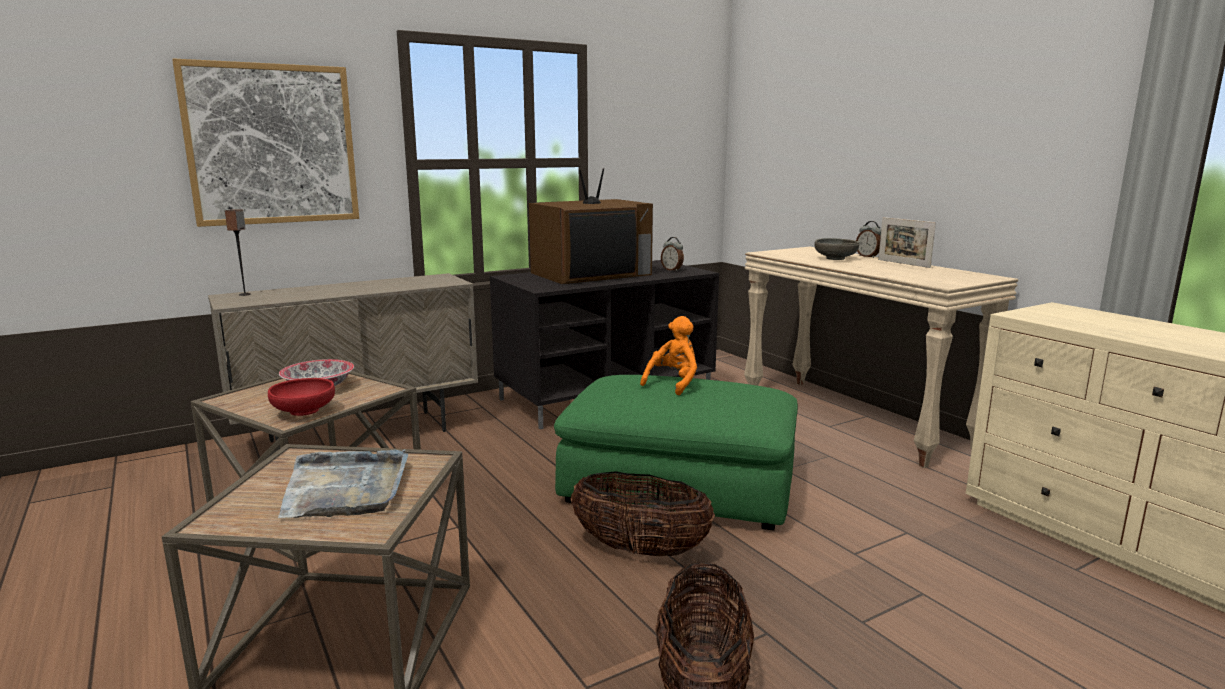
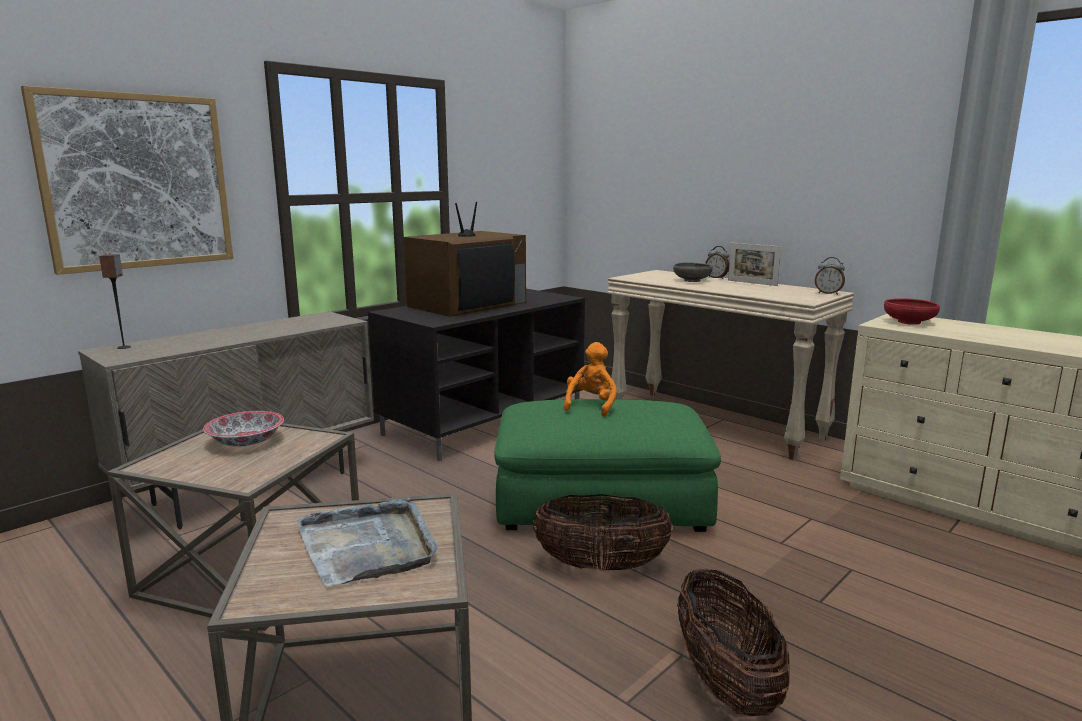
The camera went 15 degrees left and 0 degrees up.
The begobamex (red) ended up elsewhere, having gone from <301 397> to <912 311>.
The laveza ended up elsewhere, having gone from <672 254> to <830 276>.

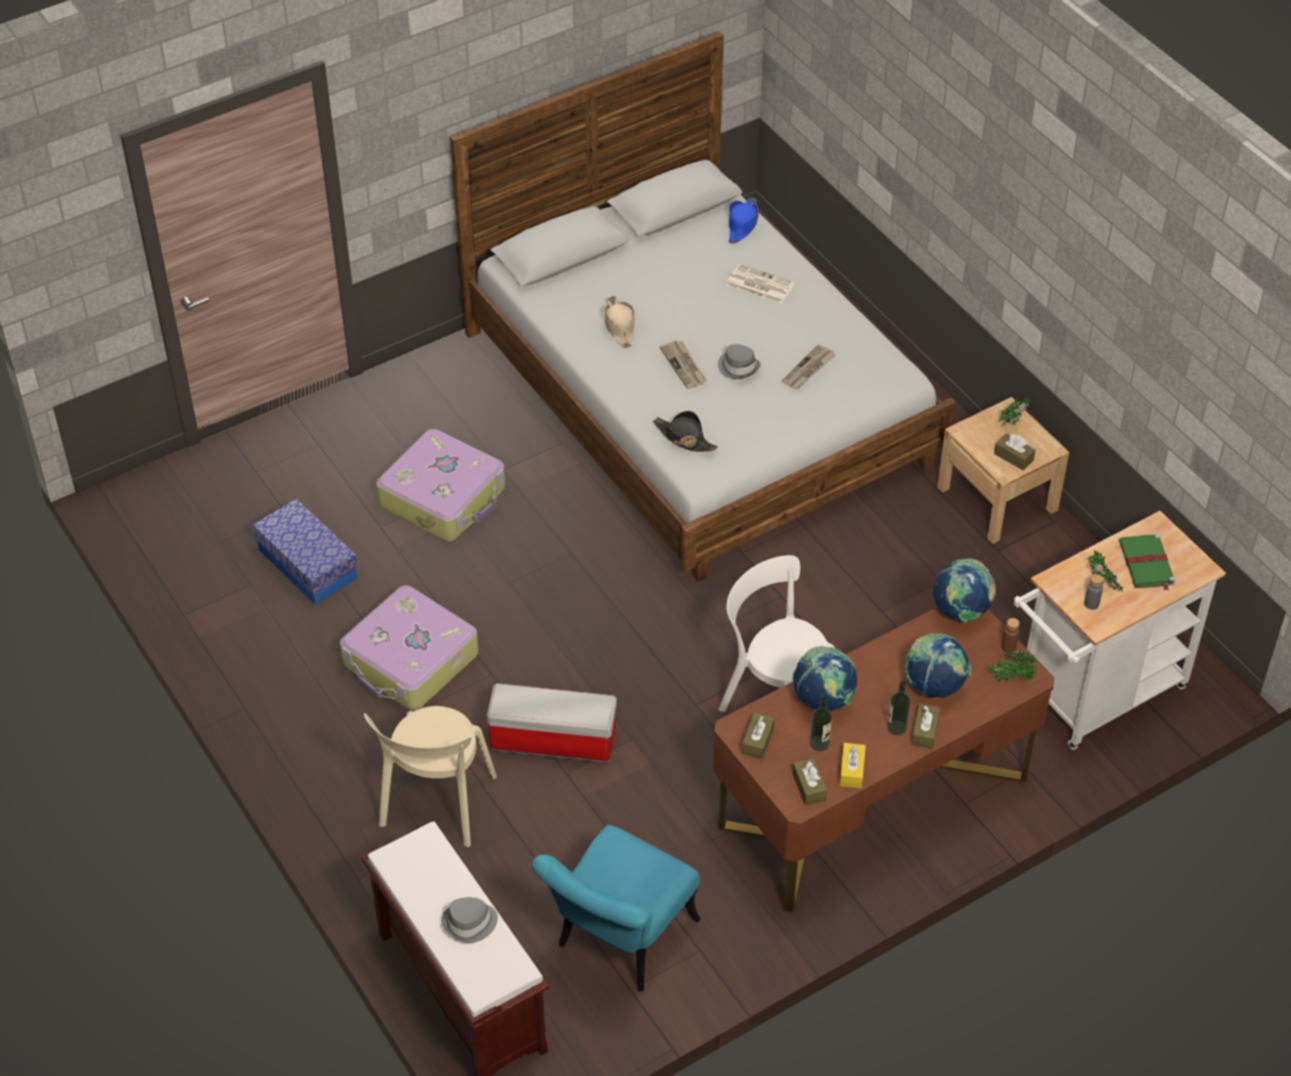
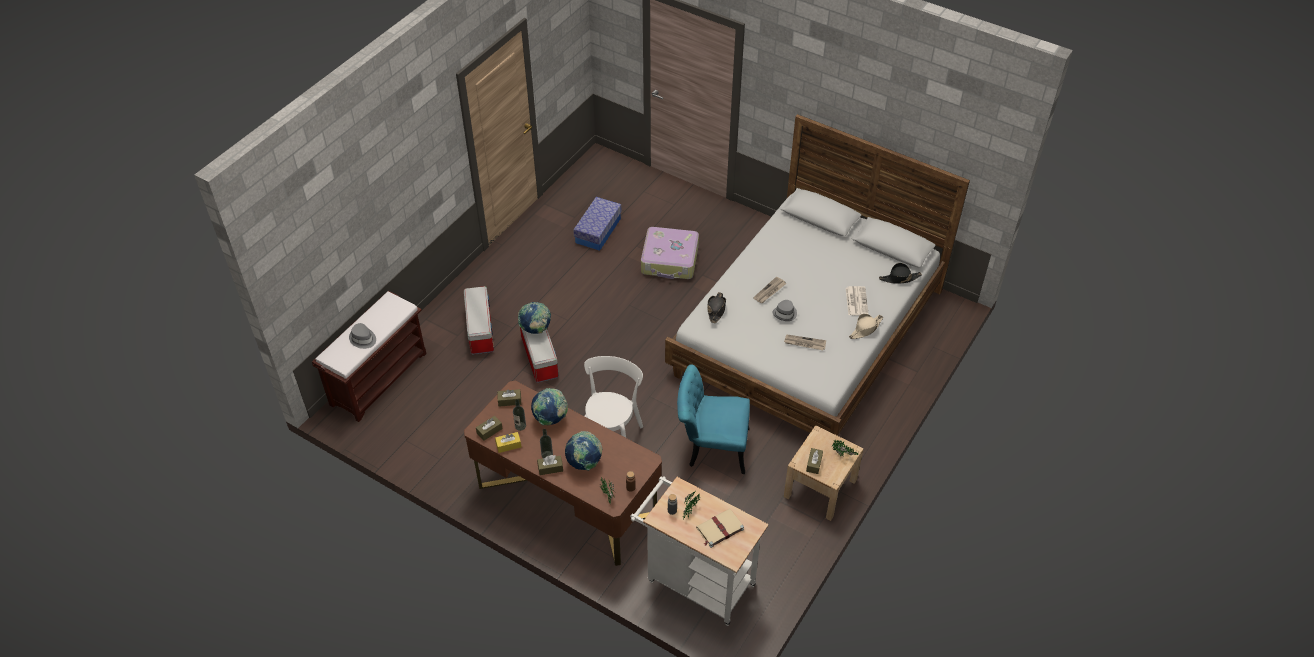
The camera went 65 degrees right and 0 degrees up.
The second view lost the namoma at <409 648>.
Where the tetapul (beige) stood at <430 776>, the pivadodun came to stand at <479 320>.
The tetapul (turquoise) ended up elsewhere, having gone from <616 908> to <713 419>.
The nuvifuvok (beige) ended up elsewhere, having gone from <620 322> to <866 326>.
What was the nuvifuvok (blue) at <743 220> turned into the nuvifuvok (black) at <900 273>.
The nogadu ended up elsewhere, having gone from <964 590> to <534 318>.
What was the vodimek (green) at <1147 562> turned into the vodimek (beige) at <720 528>.

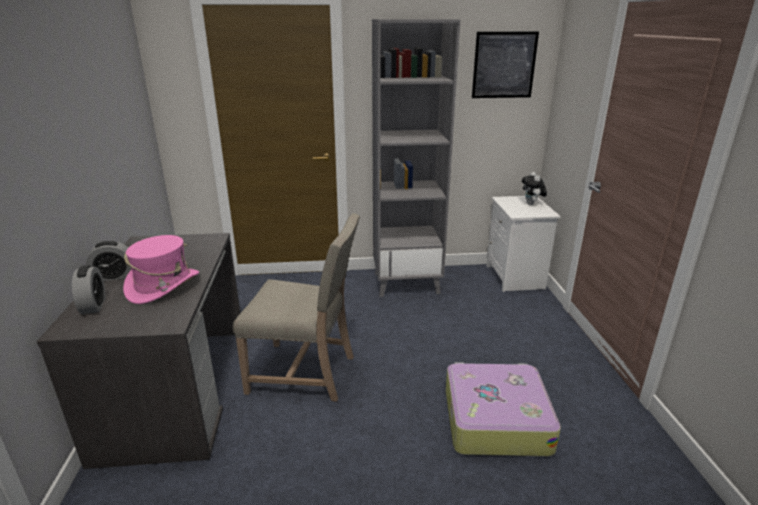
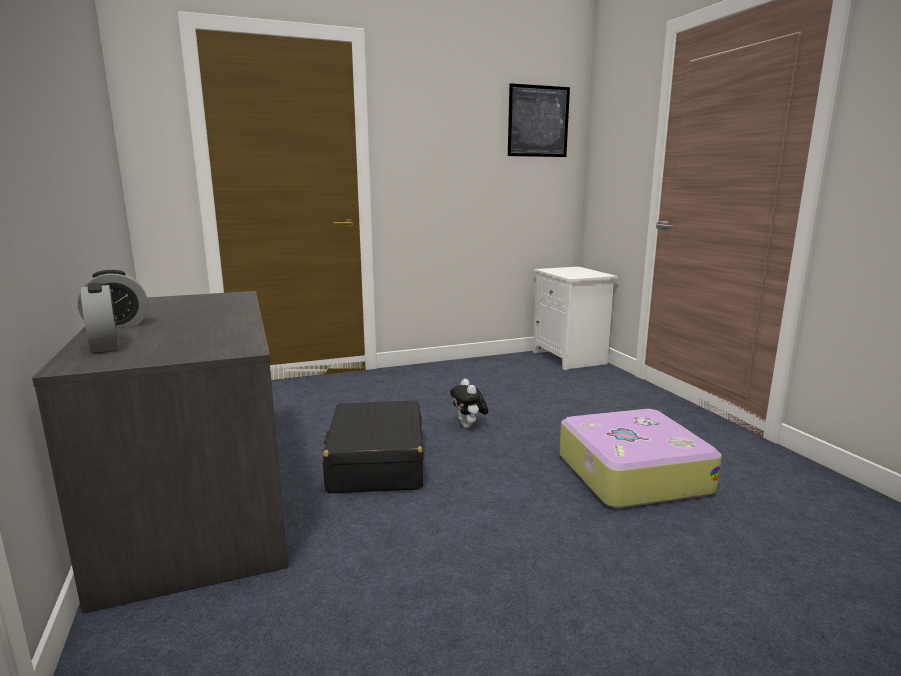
The camera went 15 degrees left and 10 degrees down.
The second view lost the nuvifuvok (pink) at <161 269>.
Where the tetapul (beige) stood at <296 307>, the namoma (black) came to stand at <373 447>.
The second view lost the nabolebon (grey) at <416 158>.
The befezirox ended up elsewhere, having gone from <534 188> to <469 403>.

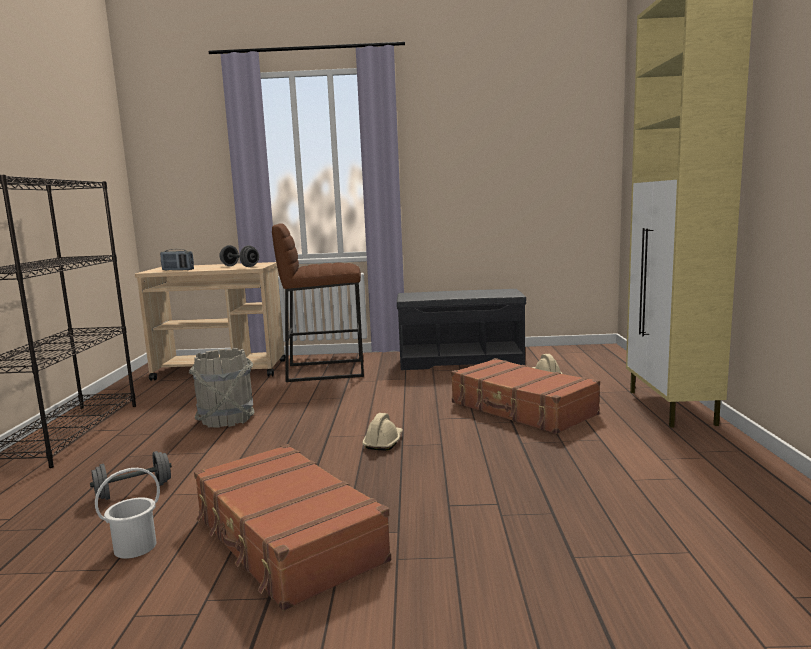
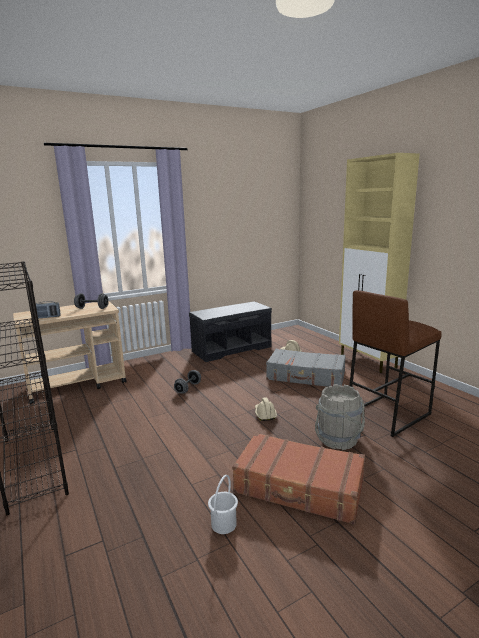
The camera went 30 degrees left and 5 degrees up.
The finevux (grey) ended up elsewhere, having gone from <131 475> to <187 382>.
The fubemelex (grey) ended up elsewhere, having gone from <221 388> to <340 417>.
The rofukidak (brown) ended up elsewhere, having gone from <318 302> to <395 363>.
What was the namoma (brown) at <525 396> turned into the namoma (grey) at <306 368>.

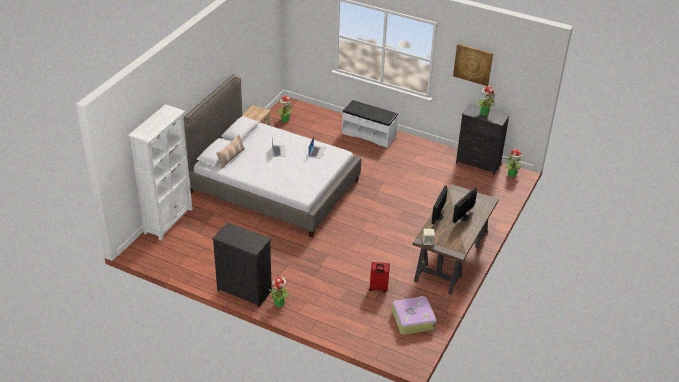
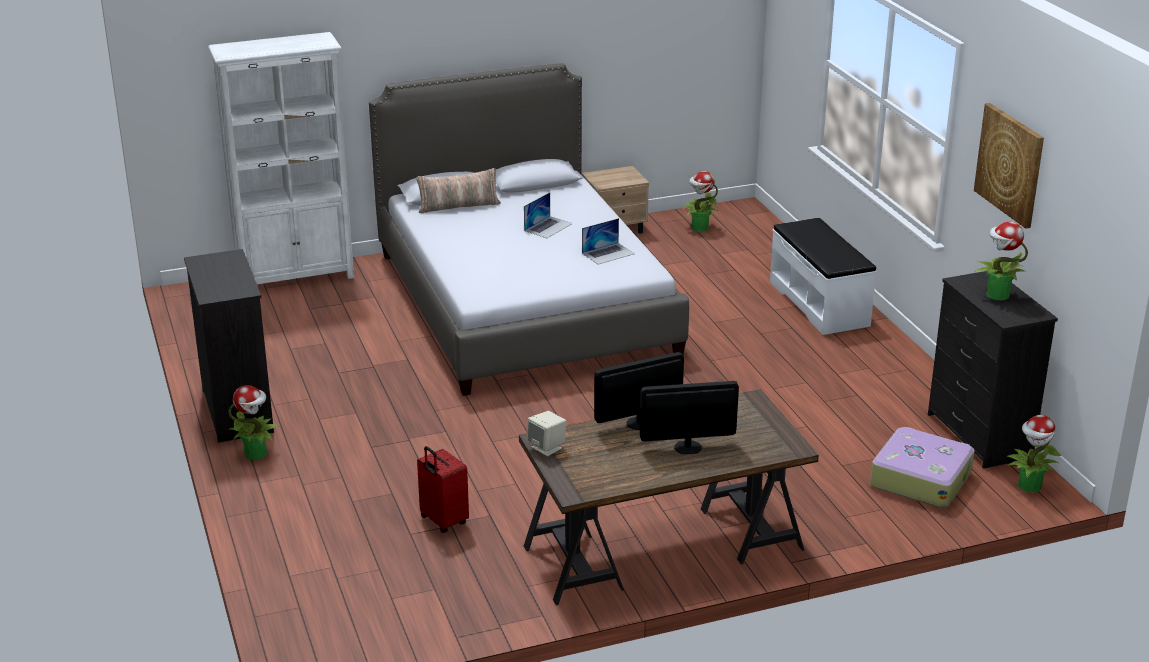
The camera went 45 degrees right and 10 degrees down.
The namoma ended up elsewhere, having gone from <414 315> to <922 467>.

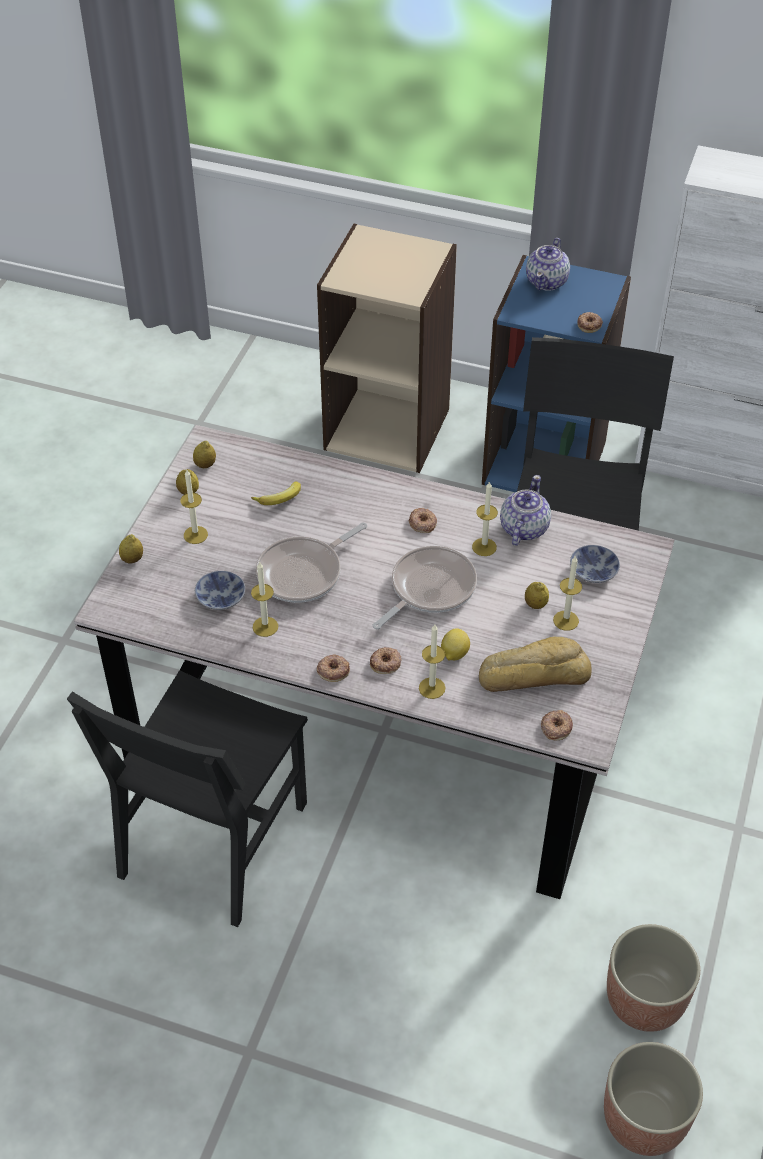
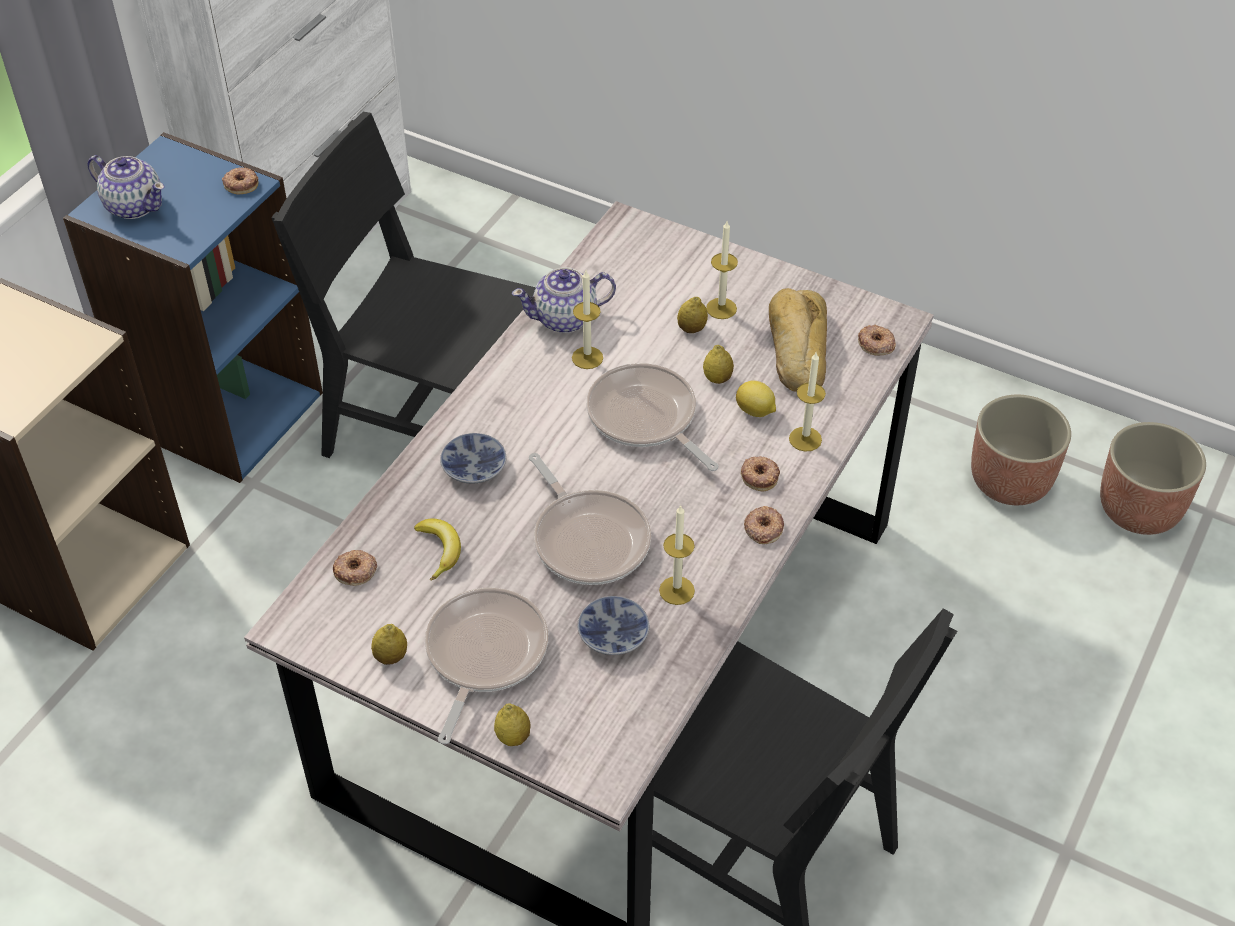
The camera went 80 degrees left and 0 degrees up.
Where the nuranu stood at <194 507>, the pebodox came to stand at <486 666>.
The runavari ended up elsewhere, having gone from <204 454> to <718 364>.
The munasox ended up elsewhere, having gone from <423 520> to <355 568>.
The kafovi at <525 510> ended up facing another way, 45 degrees counterclockwise from before.
The begobamex ended up elsewhere, having gone from <595 564> to <473 458>.

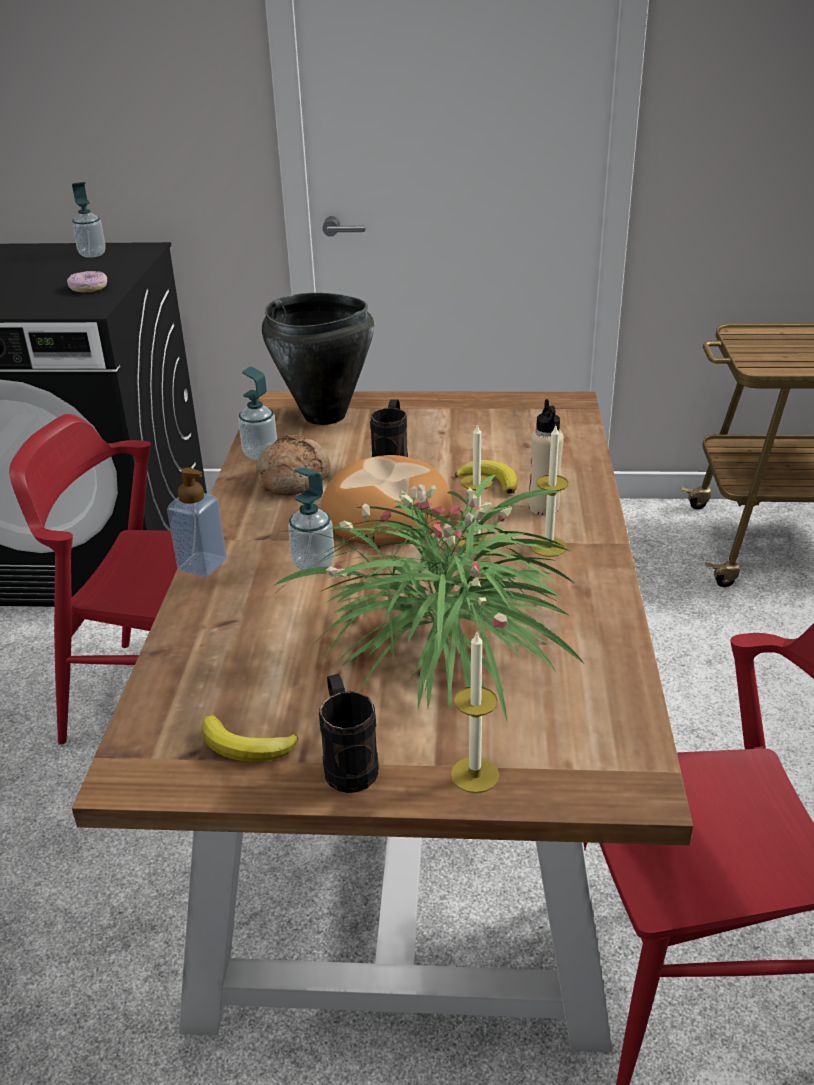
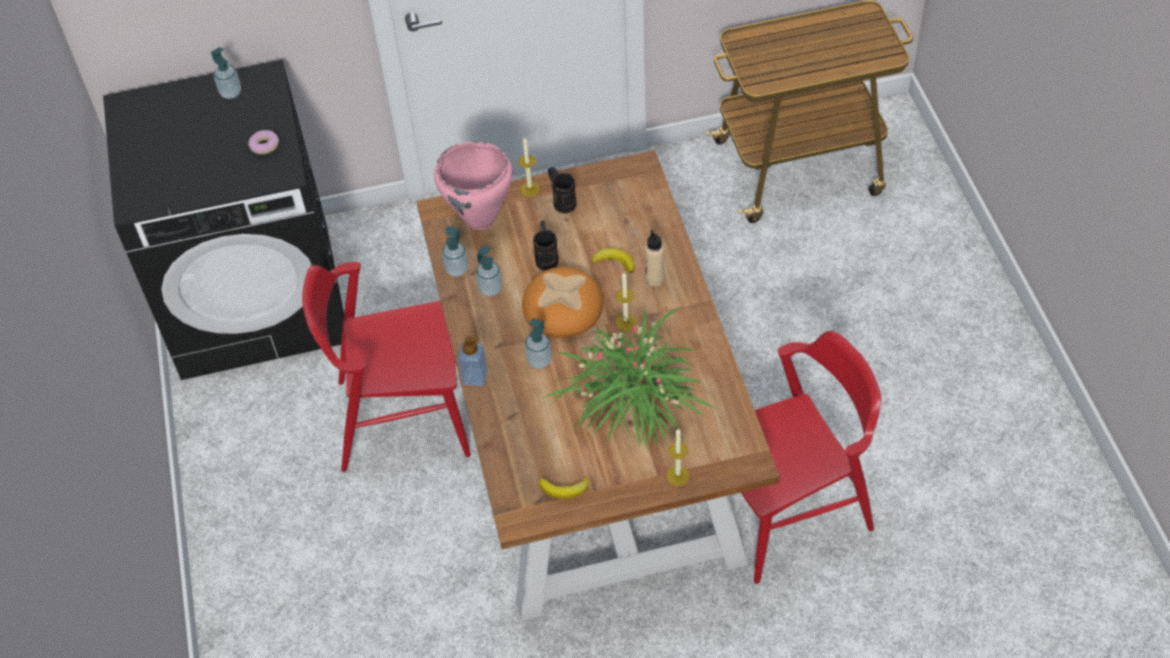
The camera went 15 degrees left and 20 degrees up.
Where the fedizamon stood at <293 465>, the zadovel came to stand at <489 271>.
What was the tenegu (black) at <318 359> turned into the tenegu (pink) at <473 185>.
The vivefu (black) ended up elsewhere, having gone from <349 733> to <562 190>.
The nuranu ended up elsewhere, having gone from <549 490> to <529 167>.

